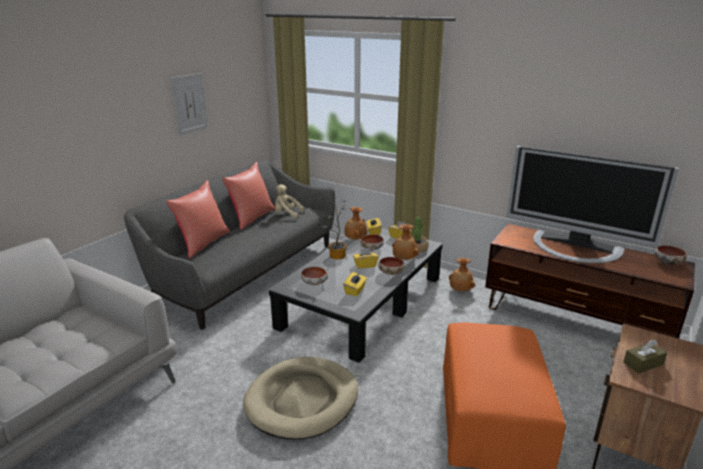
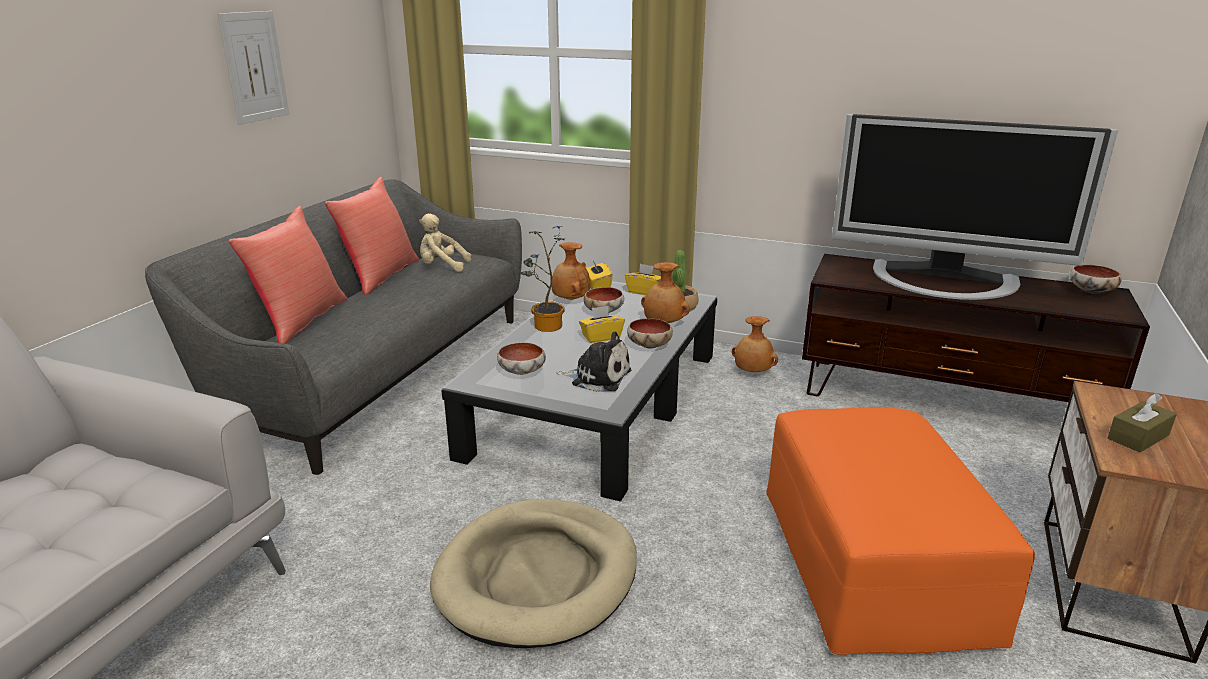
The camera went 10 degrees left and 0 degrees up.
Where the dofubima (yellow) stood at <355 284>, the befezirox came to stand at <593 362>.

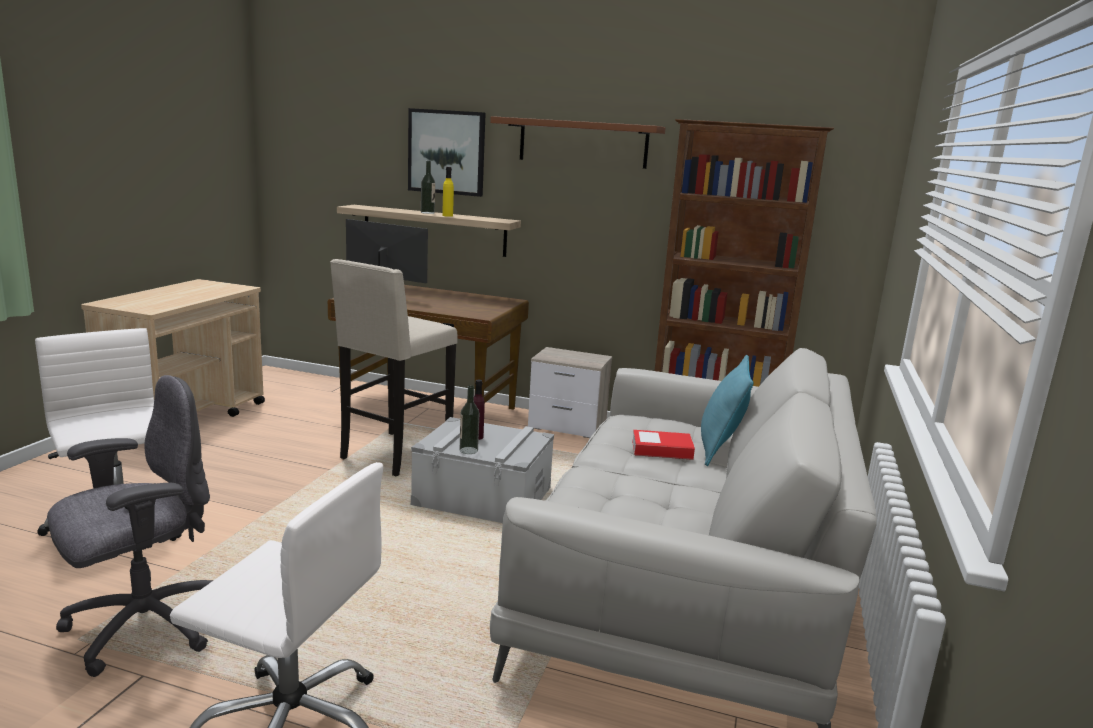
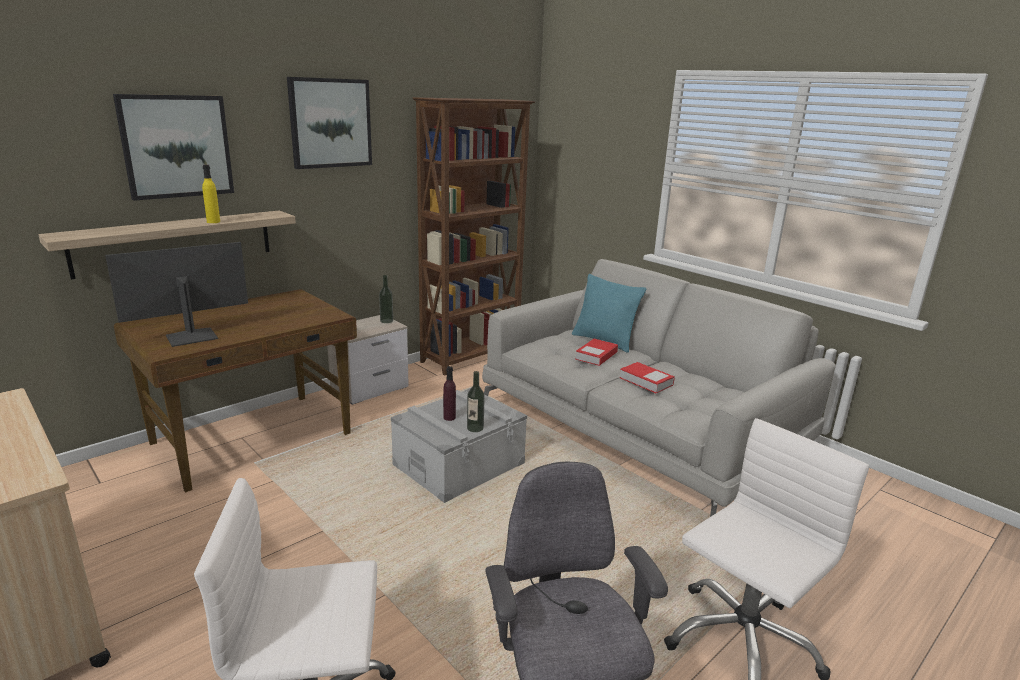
The camera went 60 degrees left and 5 degrees up.
The second view lost the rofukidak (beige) at <393 368>.
The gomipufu ended up elsewhere, having gone from <428 187> to <386 299>.
Where the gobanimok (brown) hung at <578 142>, the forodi came to hang at <329 123>.
The second view gained the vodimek at <647 377>.

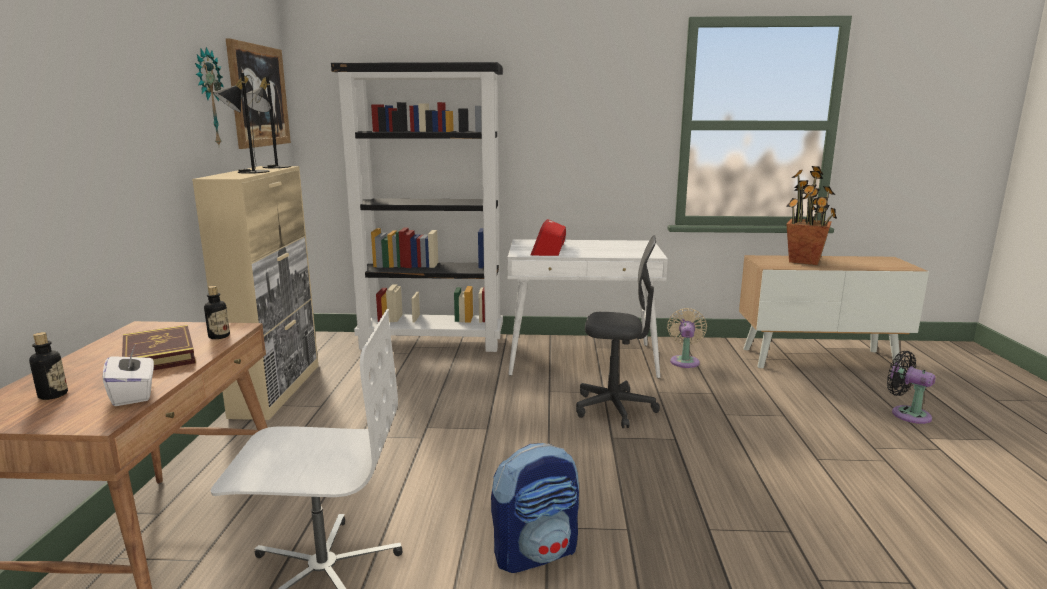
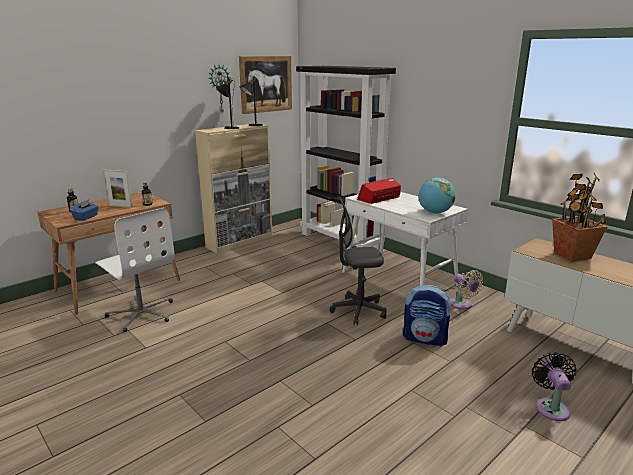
The camera went 45 degrees right and 5 degrees up.
What was the dofubima (white) at <128 376> turned into the dofubima (blue) at <84 210>.
Where the vodimek stood at <159 348>, the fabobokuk came to stand at <117 189>.
The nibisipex ended up elsewhere, having gone from <535 508> to <428 315>.
The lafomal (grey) at <618 331> ended up facing another way, 120 degrees clockwise from before.
The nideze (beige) at <687 338> ended up facing another way, 90 degrees clockwise from before.
The second view gained the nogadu at <436 196>.

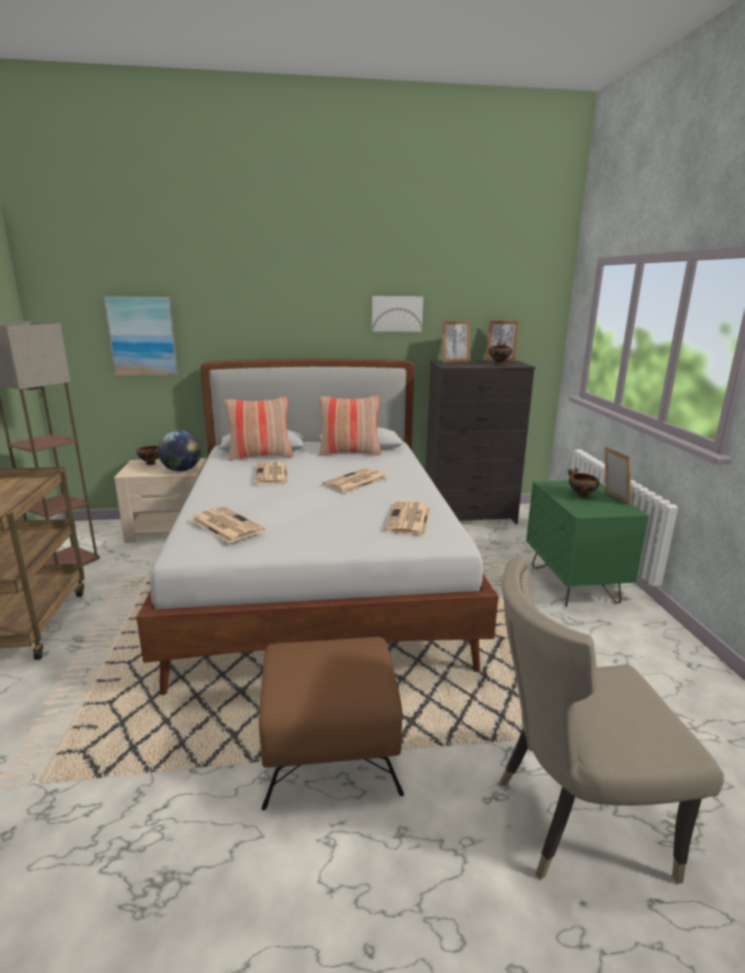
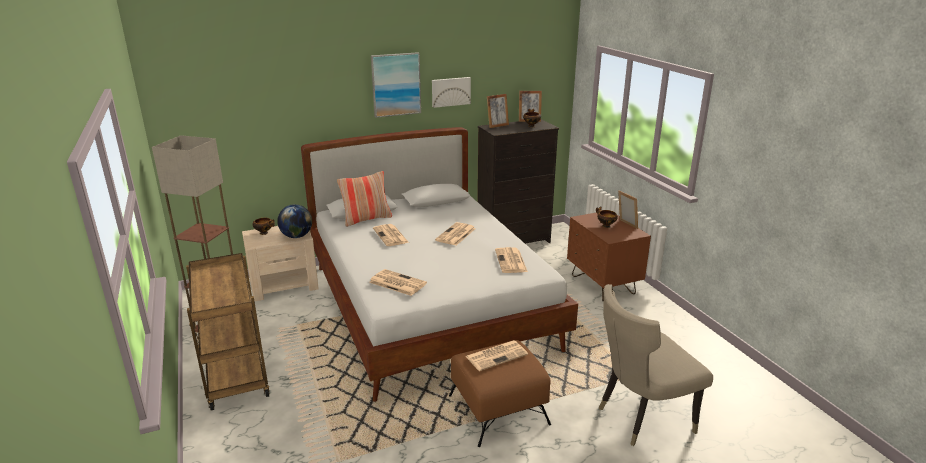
The camera went 15 degrees left and 5 degrees up.
The forodi ended up elsewhere, having gone from <141 336> to <396 85>.
The second view lost the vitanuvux at <350 426>.
What was the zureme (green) at <587 543> turned into the zureme (brown) at <609 257>.
The second view gained the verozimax at <497 355>.

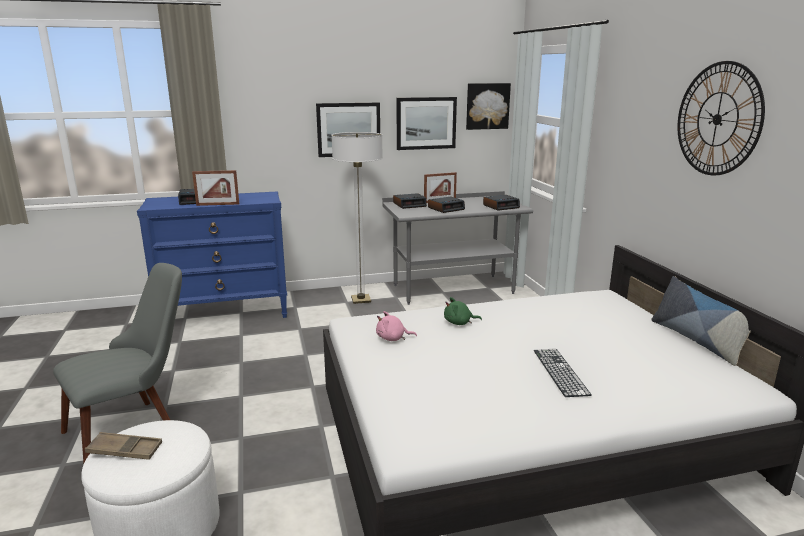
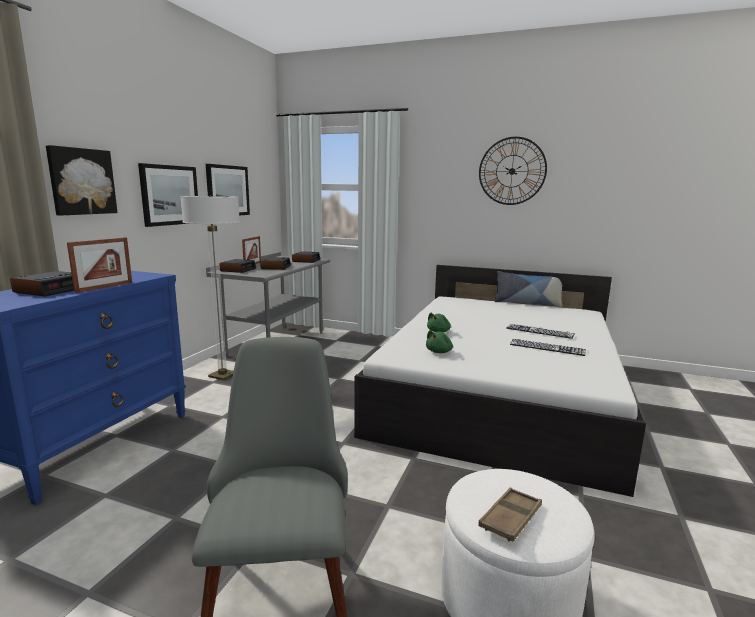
The camera went 55 degrees left and 5 degrees down.
What was the befezirox (pink) at <396 326> turned into the befezirox (green) at <439 341>.
The forodi ended up elsewhere, having gone from <488 106> to <82 180>.
The second view gained the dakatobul at <548 347>.

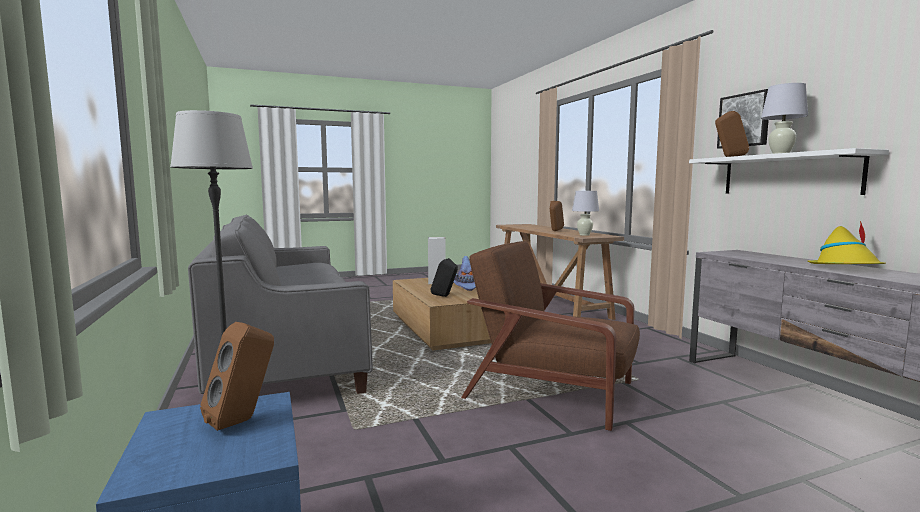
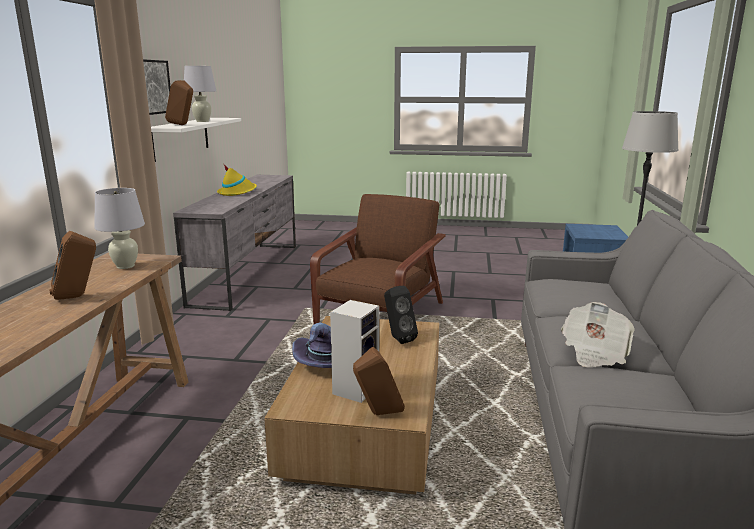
The camera went 150 degrees left and 10 degrees up.
The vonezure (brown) ended up elsewhere, having gone from <237 376> to <379 381>.
The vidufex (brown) at <550 336> ended up facing another way, 120 degrees counterclockwise from before.
The second view gained the verozimax at <598 335>.

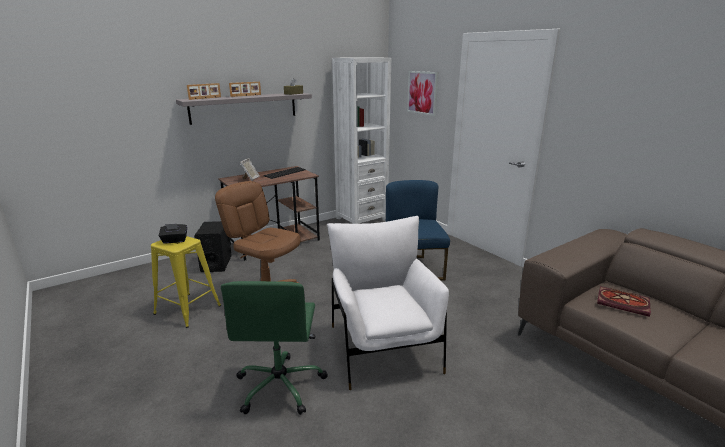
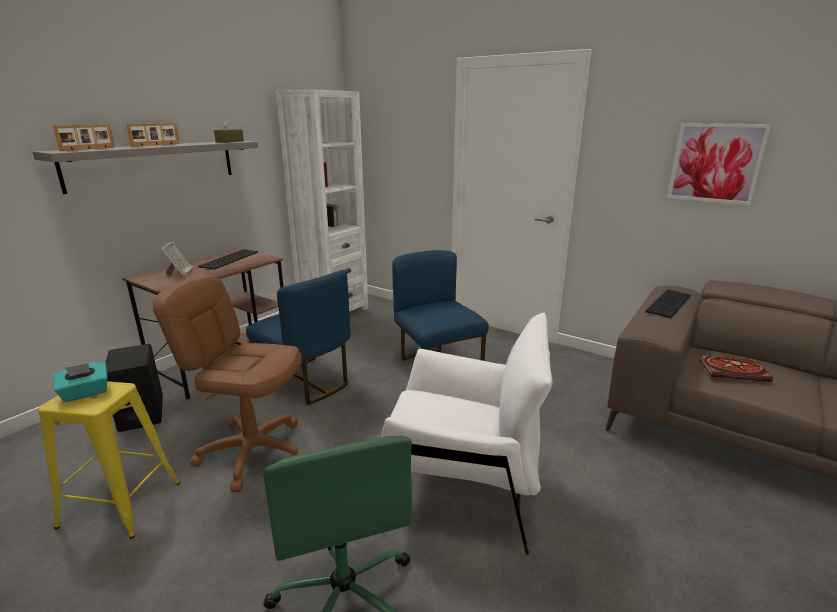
The camera went 20 degrees left and 0 degrees up.
What was the dofubima (black) at <173 234> turned into the dofubima (turquoise) at <80 382>.
The vidufex (white) at <388 303> ended up facing another way, 135 degrees clockwise from before.
The forodi ended up elsewhere, having gone from <422 93> to <719 164>.
The second view gained the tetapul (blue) at <298 337>.
The second view gained the dakatobul at <668 303>.

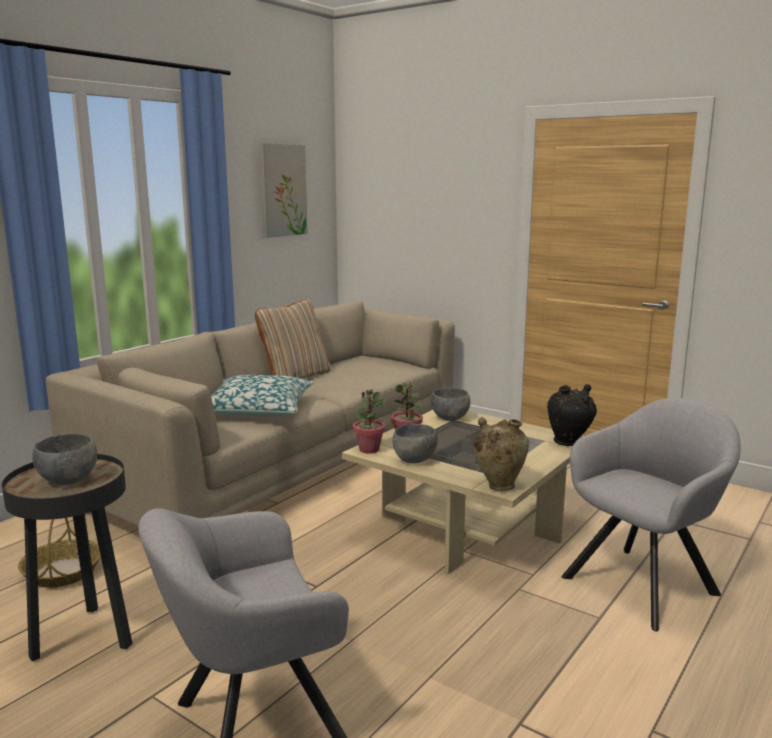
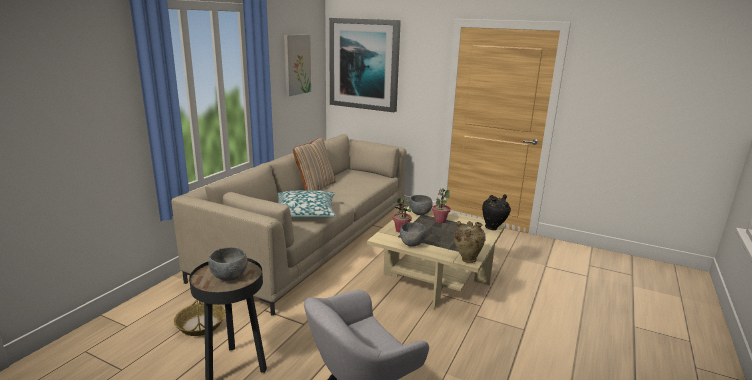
The camera went 10 degrees left and 5 degrees up.
The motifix ended up elsewhere, having gone from <369 421> to <441 205>.
The second view lost the vidufex (grey) at <651 514>.
The second view gained the forodi at <365 65>.

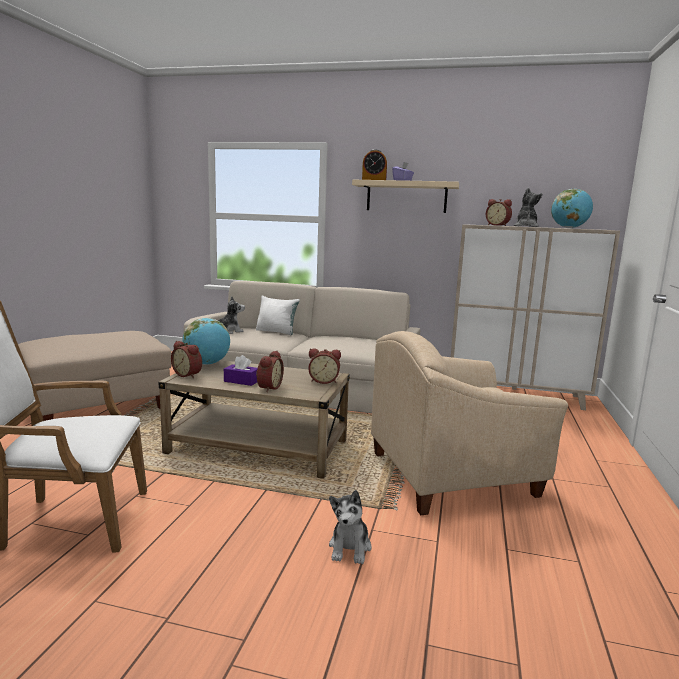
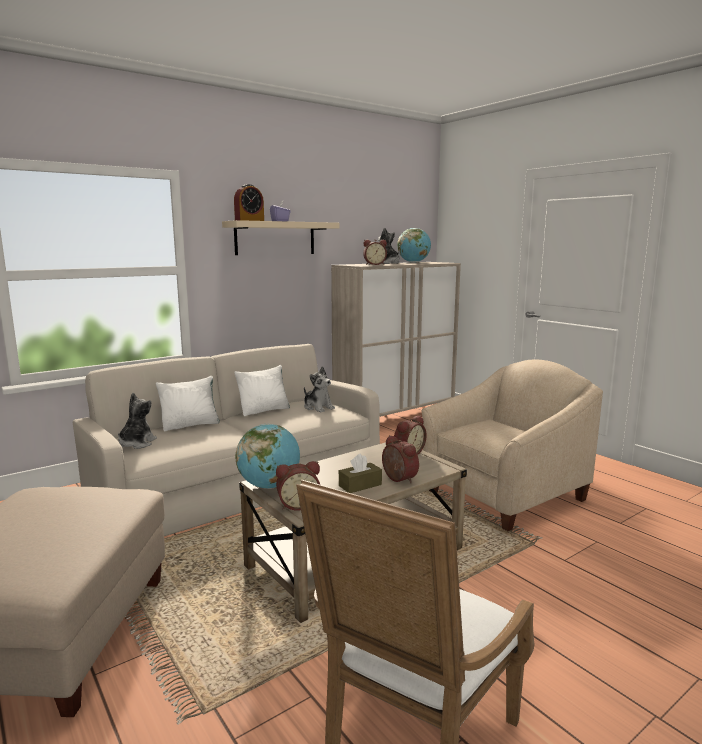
The camera went 50 degrees left and 0 degrees up.
What was the dofubima (purple) at <241 370> turned into the dofubima (brown) at <360 473>.
The befezirox ended up elsewhere, having gone from <350 527> to <319 389>.
The vidufex (beige) at <469 423> ended up facing another way, 150 degrees counterclockwise from before.
The second view gained the vitanuvux (white) at <262 390>.

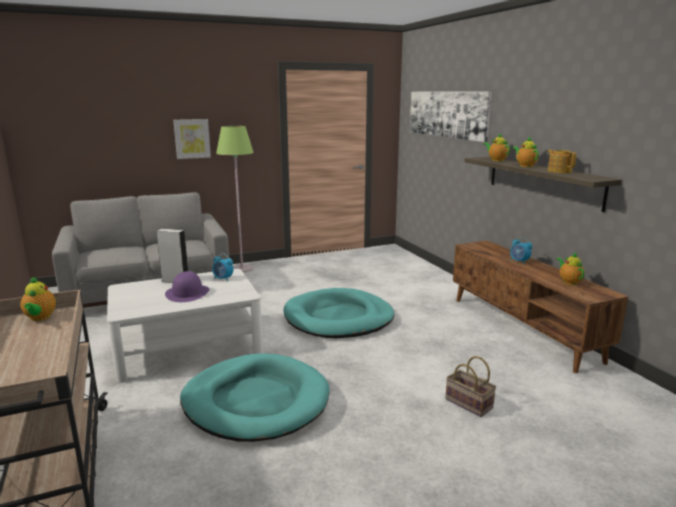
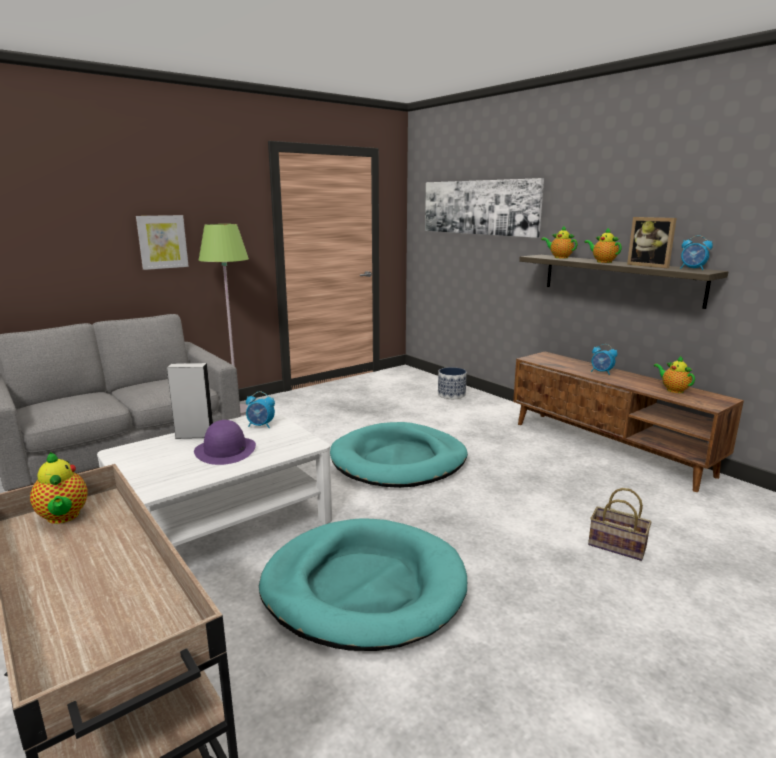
The camera went 15 degrees left and 0 degrees up.
Where the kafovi stood at <562 161>, the fabobokuk came to stand at <652 242>.
The second view gained the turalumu at <452 383>.
The second view gained the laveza at <696 252>.

